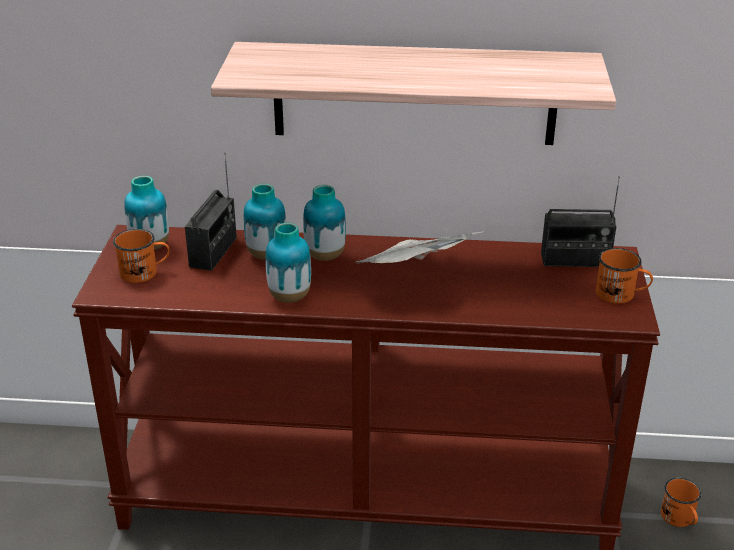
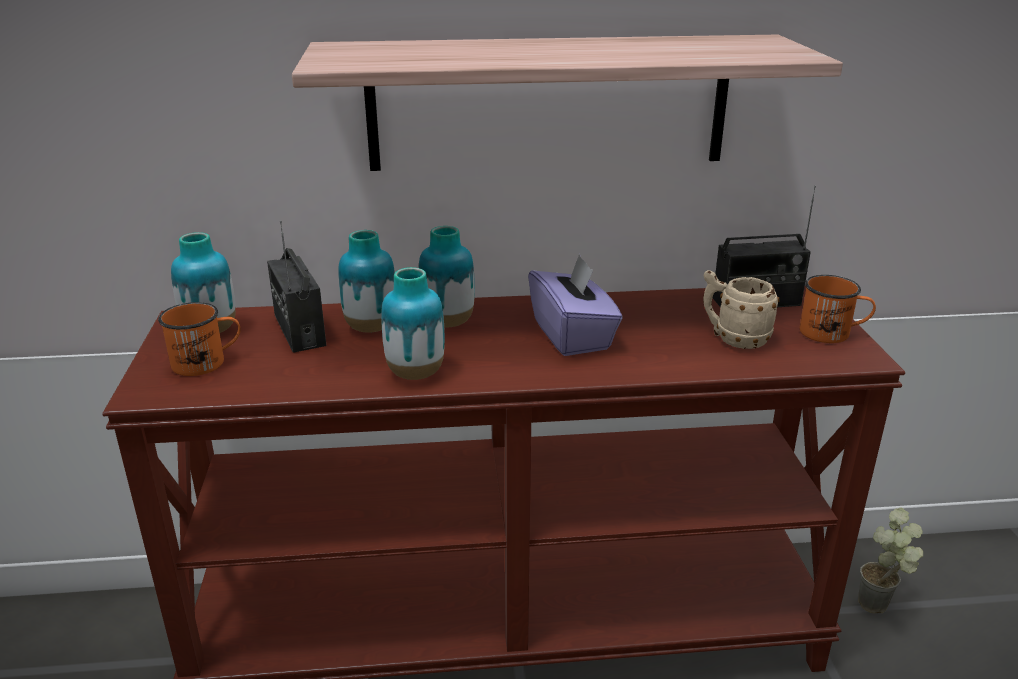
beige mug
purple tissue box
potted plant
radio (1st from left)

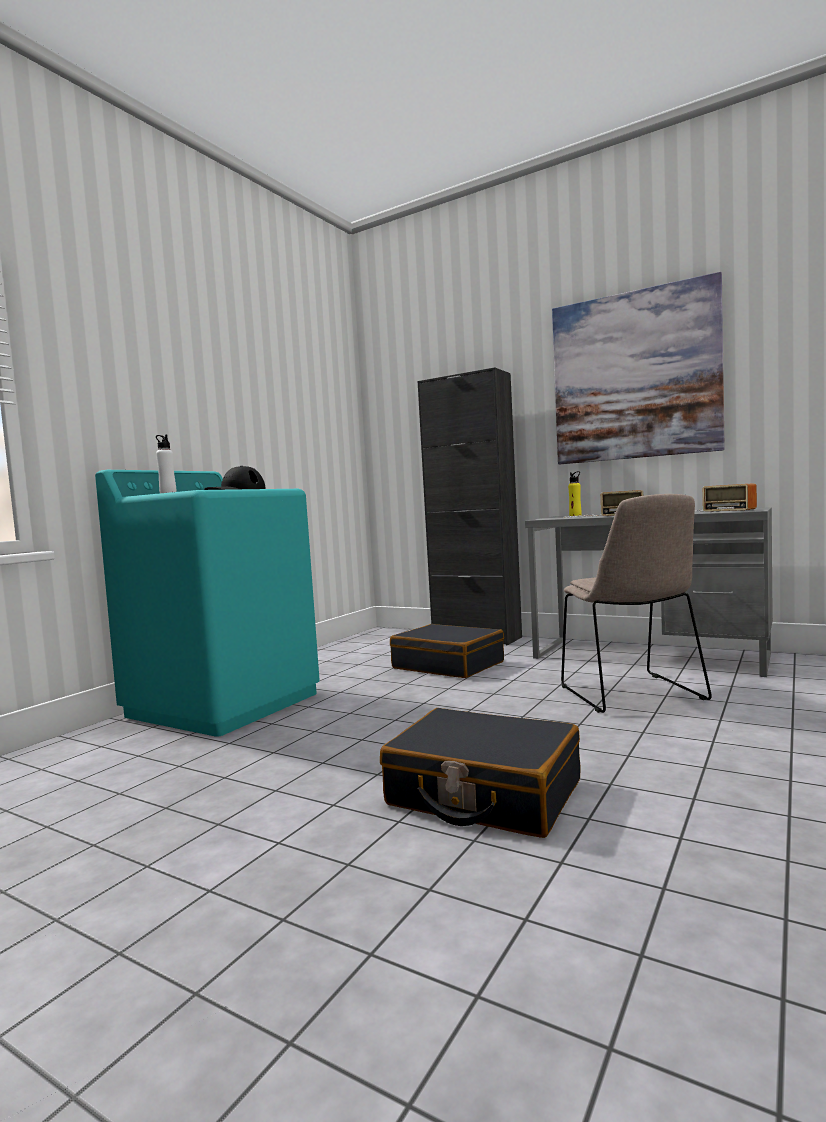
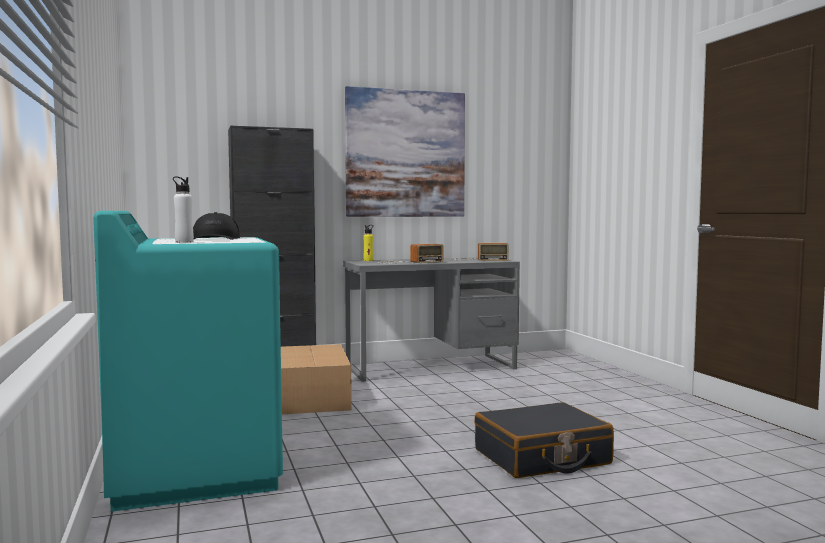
beige chair
cardboard box

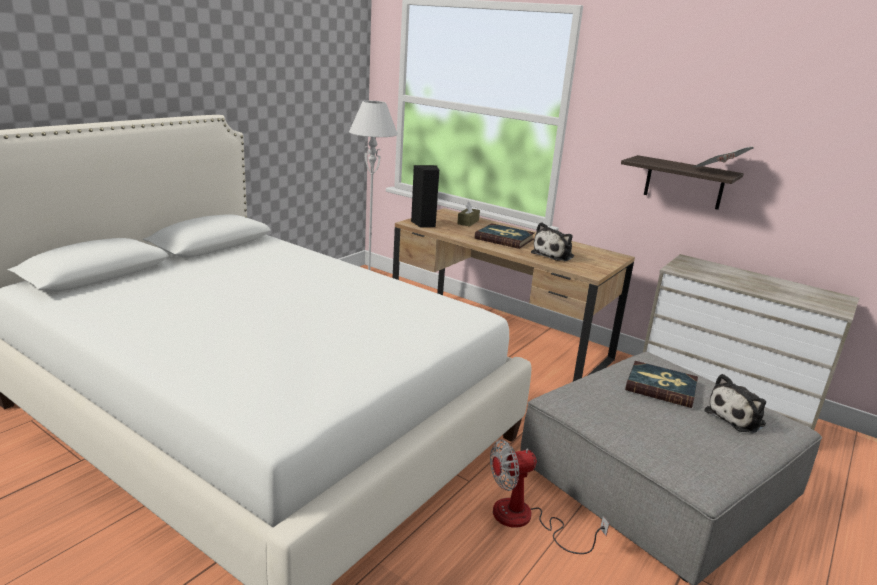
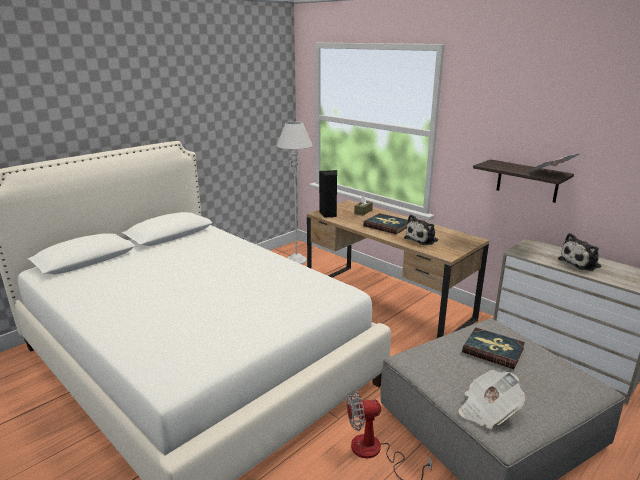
newspaper (1st from left)
plush toy (2nd from left)

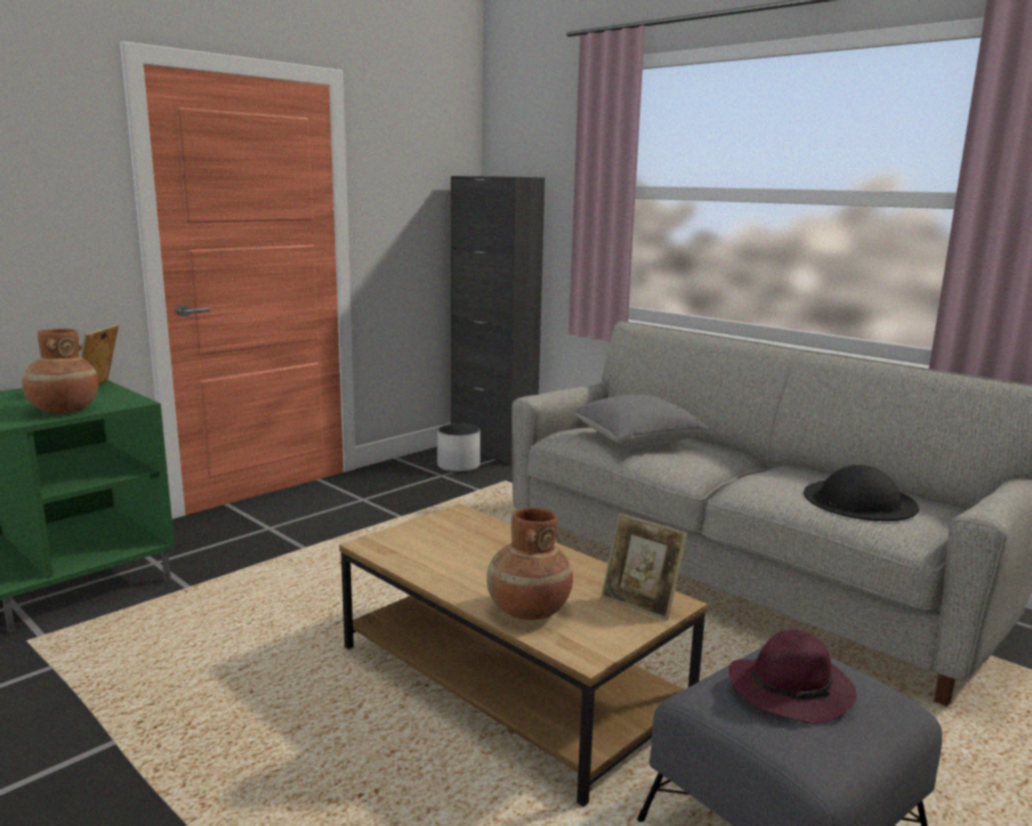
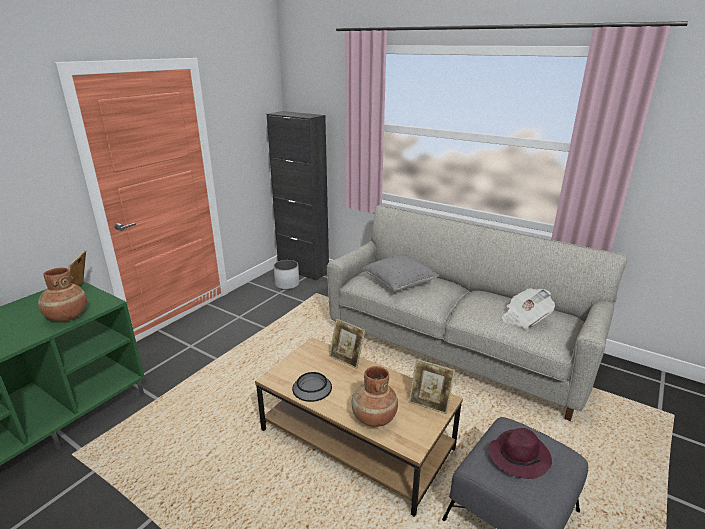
bowl
picture frame (2nd from left)
newspaper

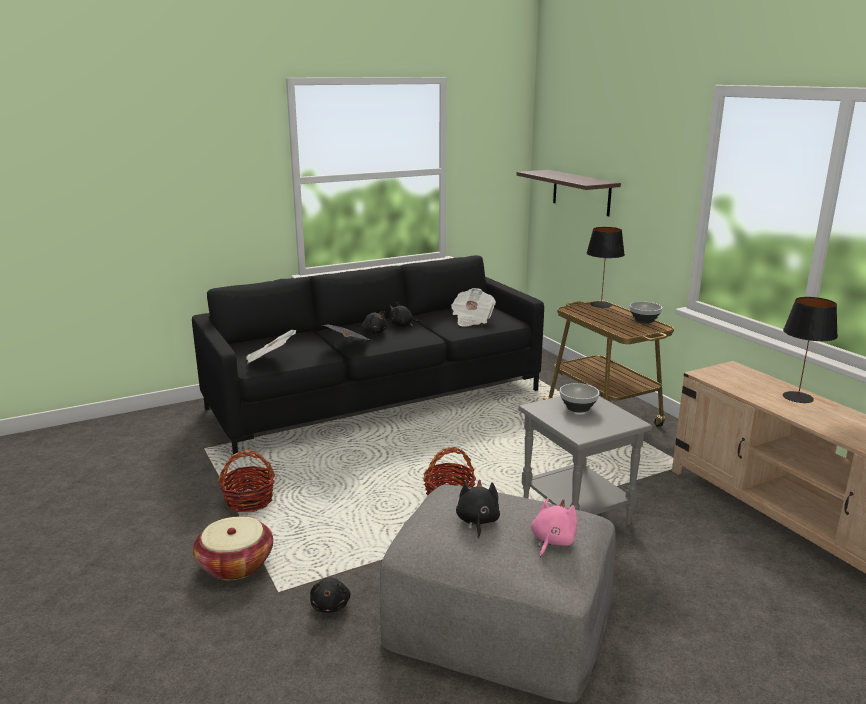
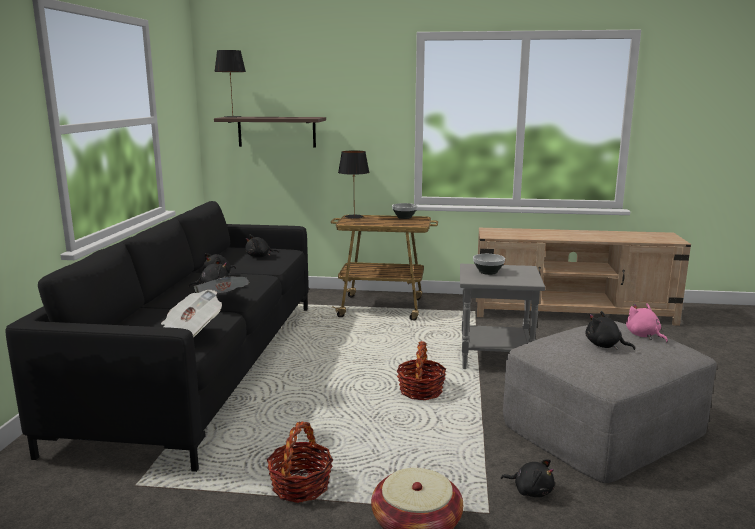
black table lamp (1st from left)
black plush toy (3rd from left)

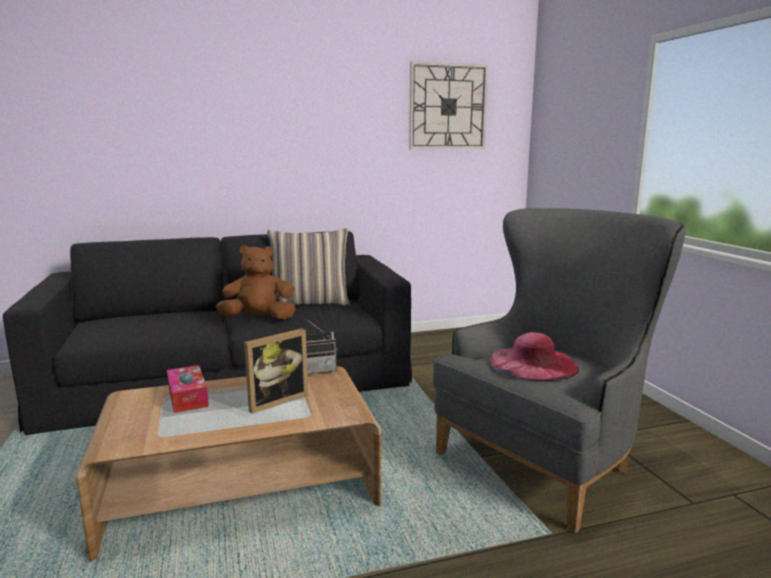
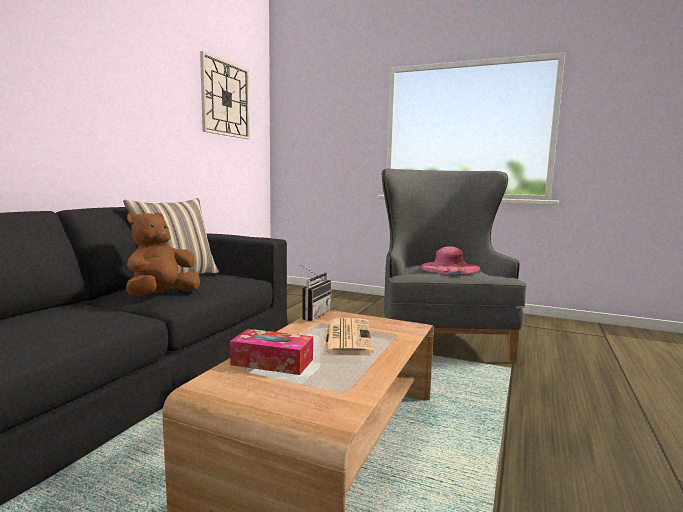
newspaper

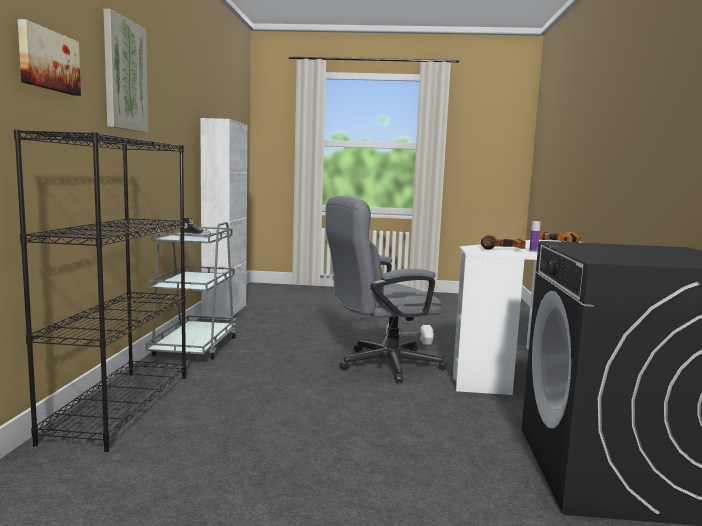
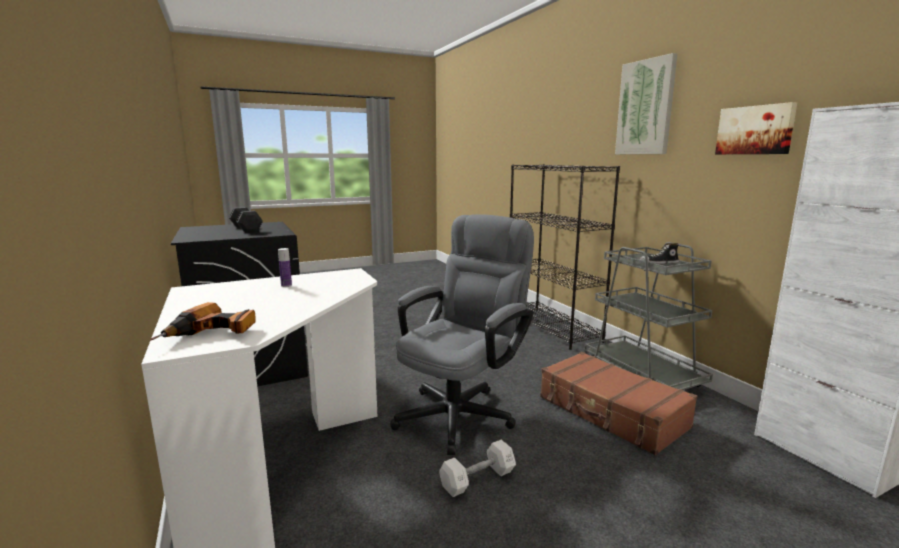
power drill (1st from left in the first image)
black dumbbell
brown suitcase
picture (2nd from left)

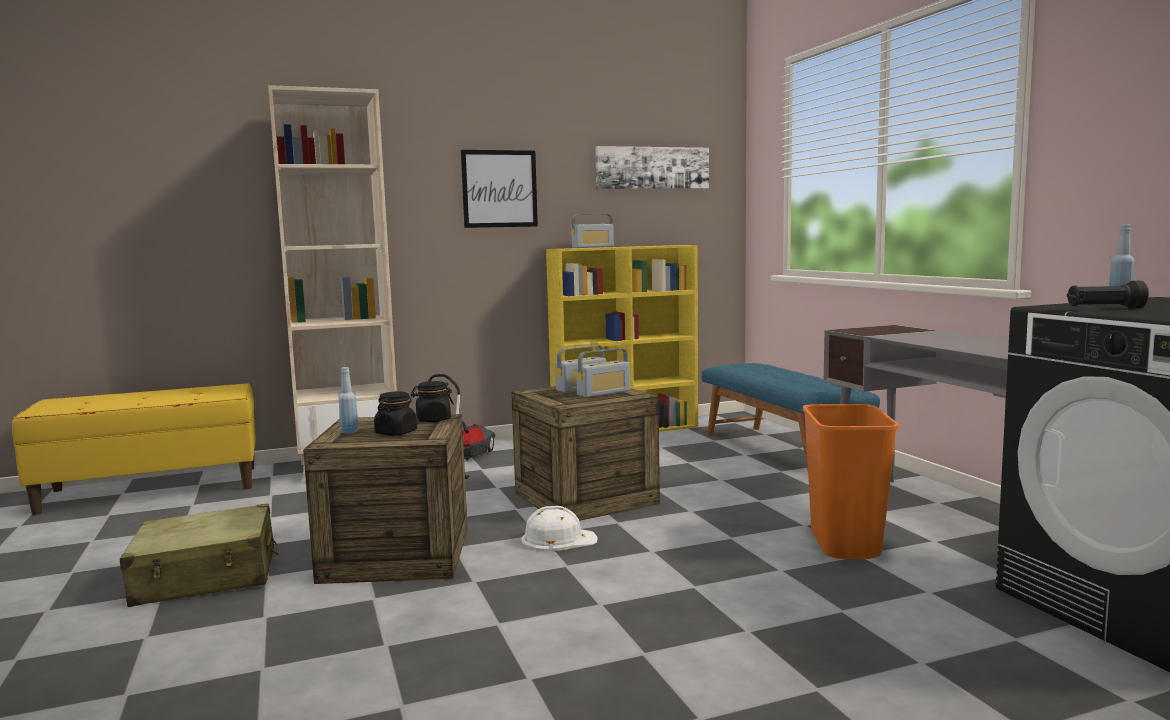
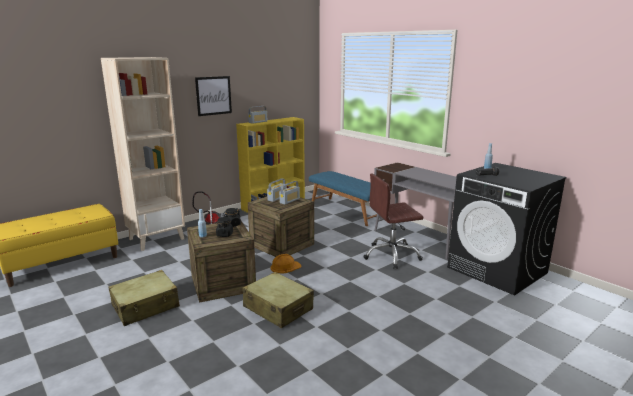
picture (2nd from left in the first image)
beige suitcase (2nd from left)
brown office chair
orange hard hat

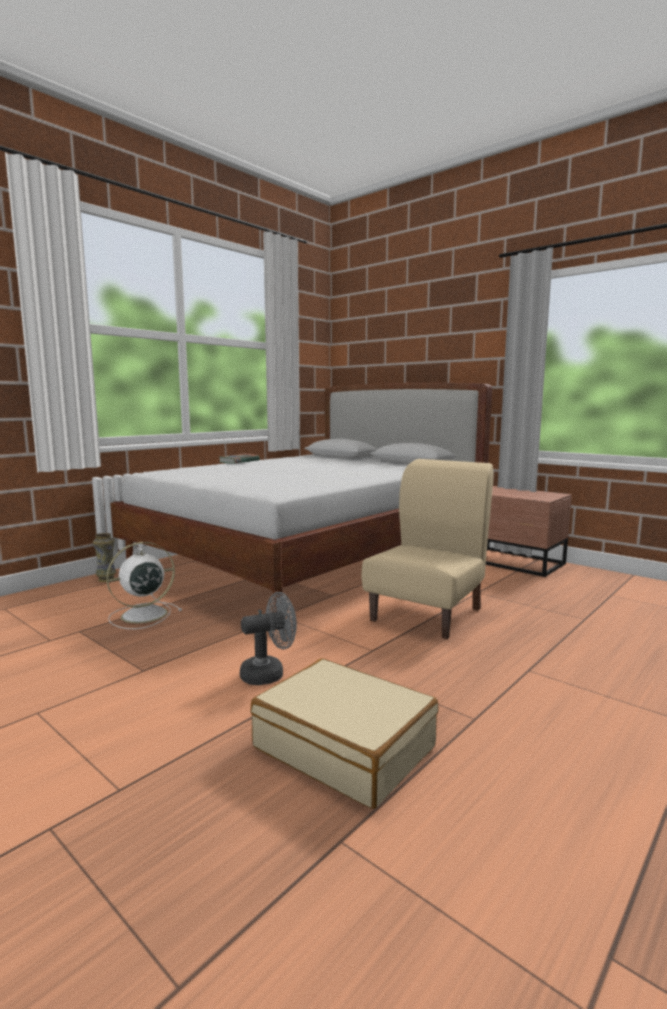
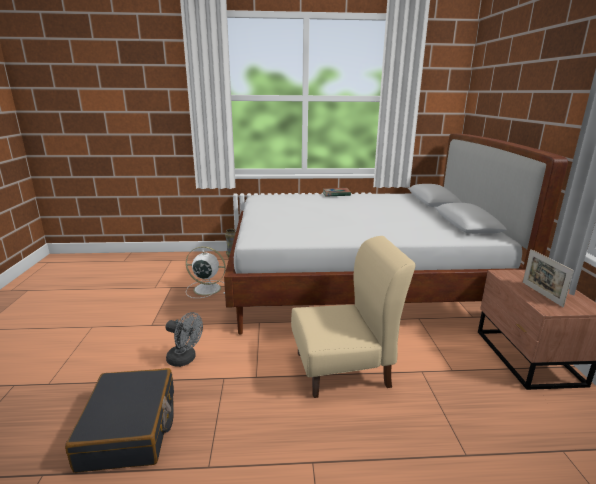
picture frame
black suitcase

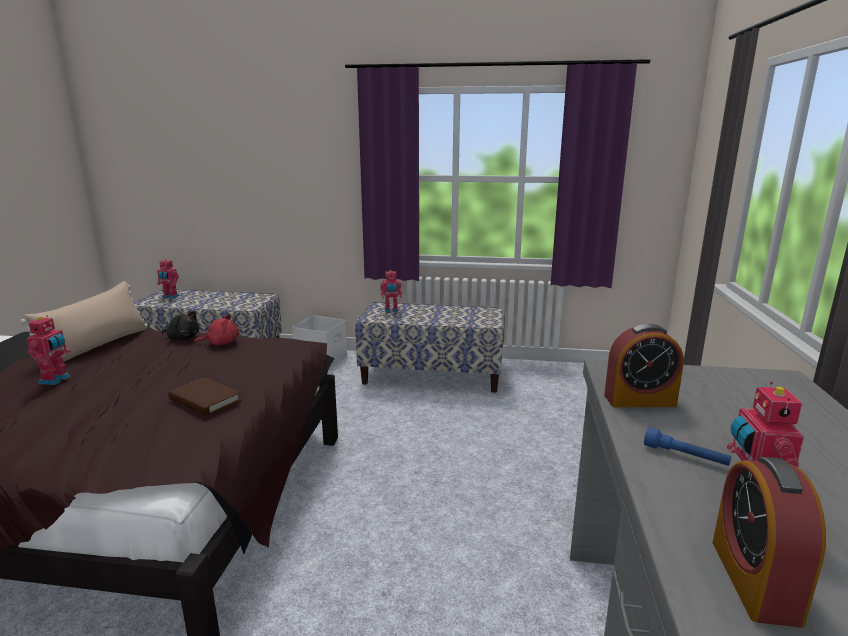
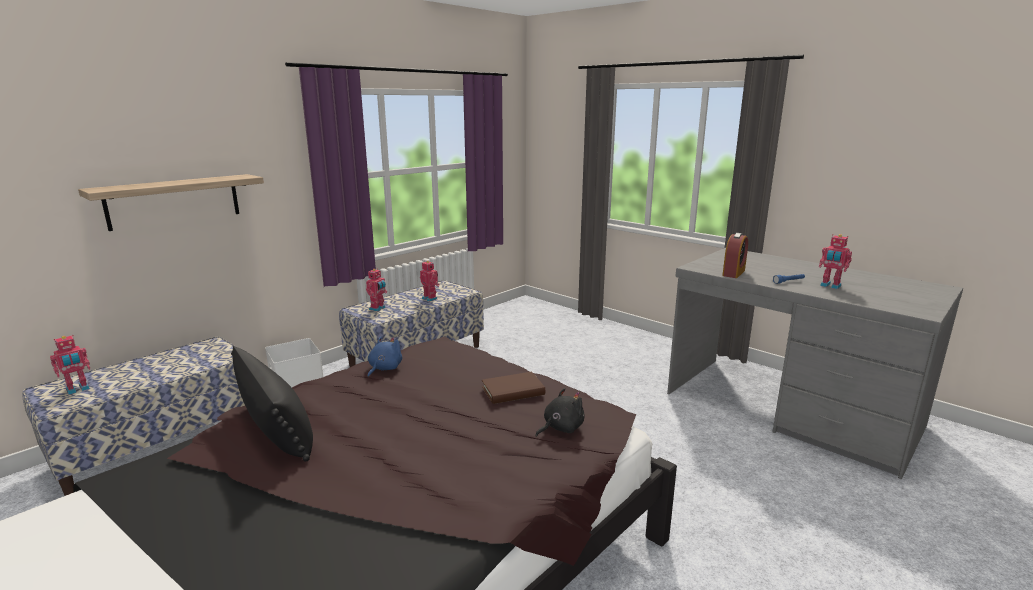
alarm clock (2nd from left in the first image)
shelf
toy robot (3rd from left)
black plush toy
black pillow
blue plush toy

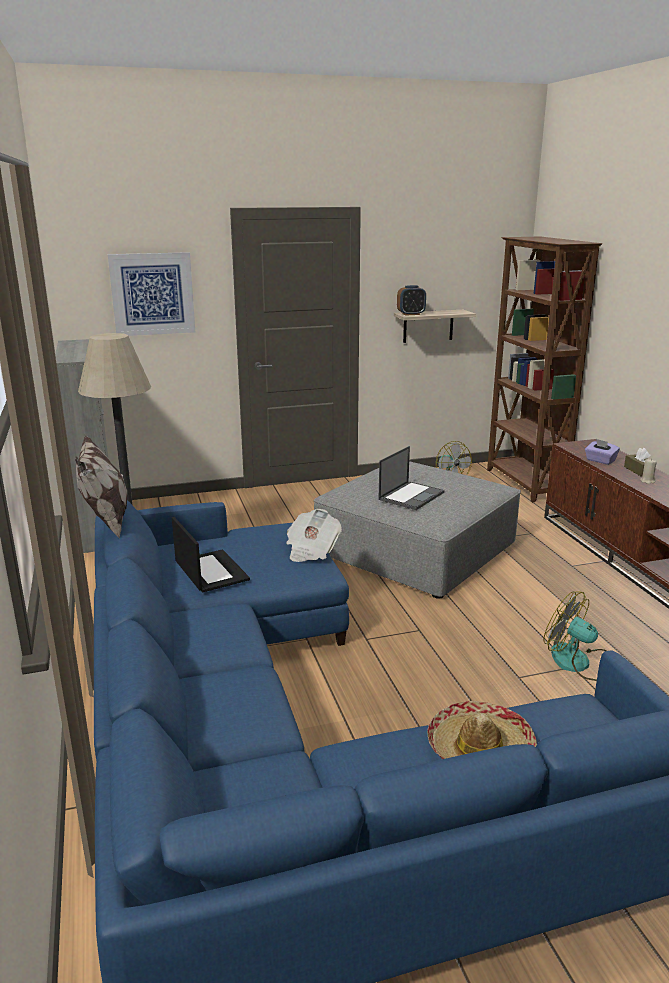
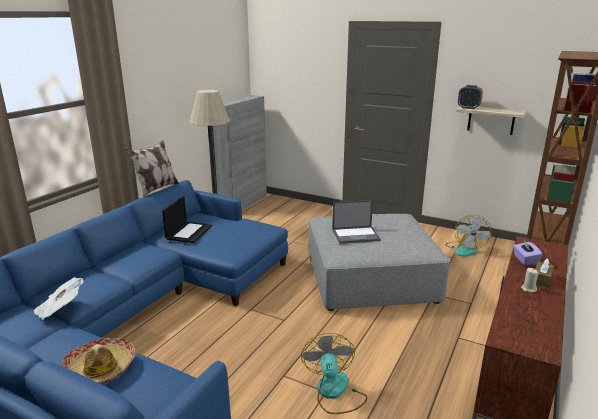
picture
newspaper

